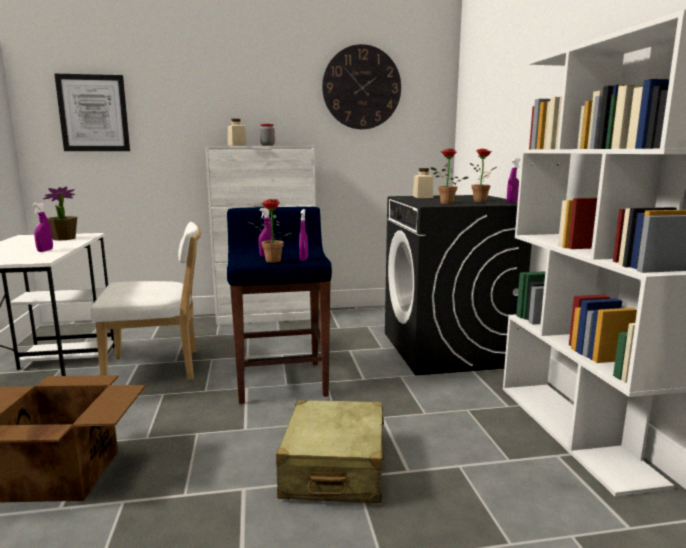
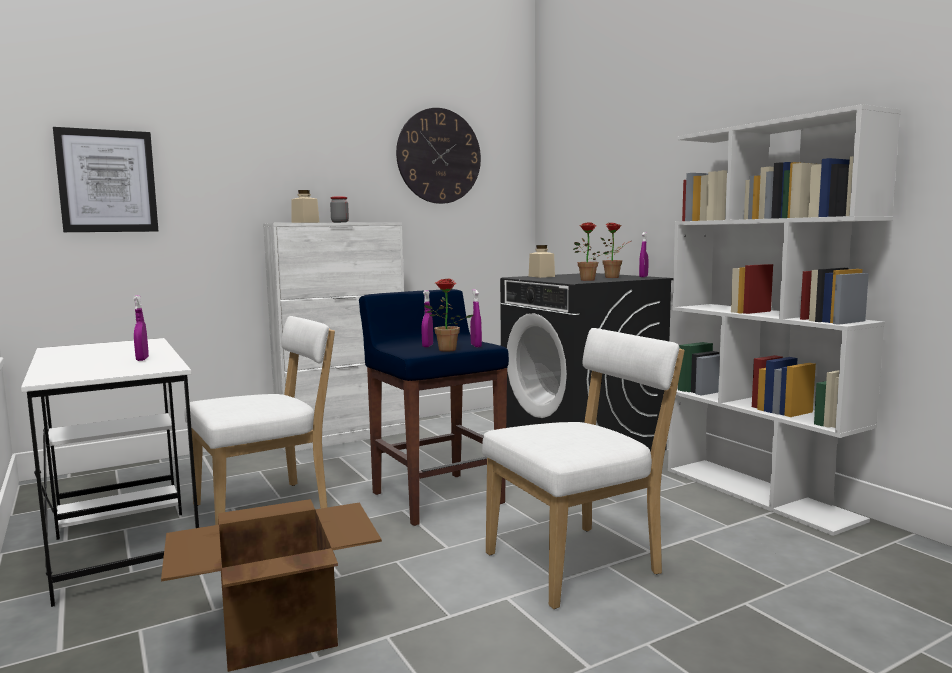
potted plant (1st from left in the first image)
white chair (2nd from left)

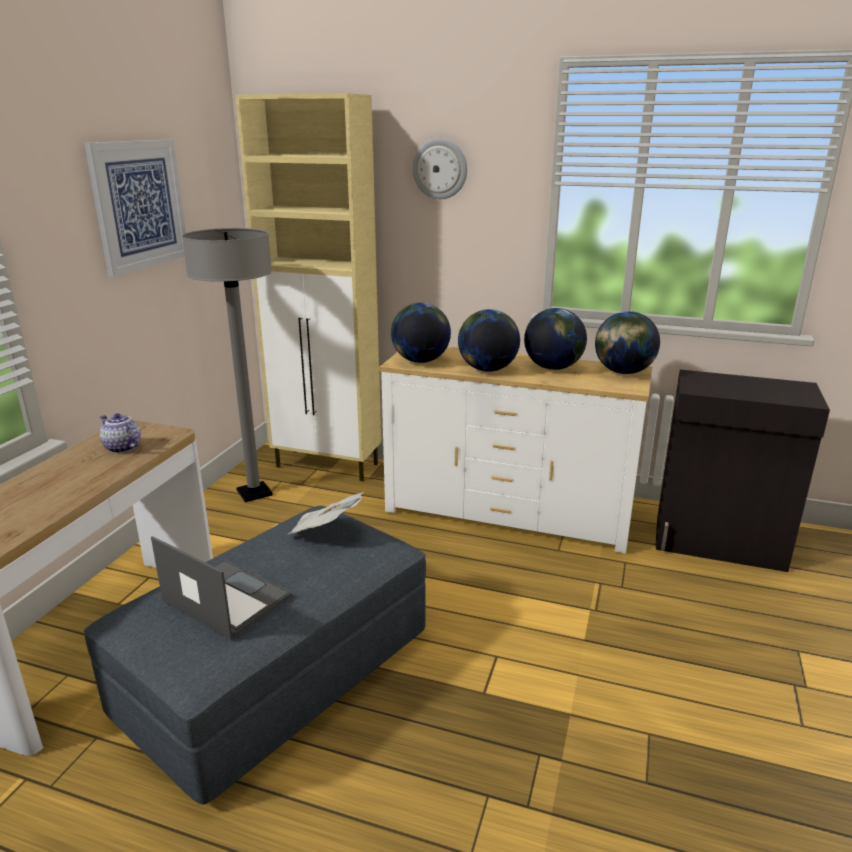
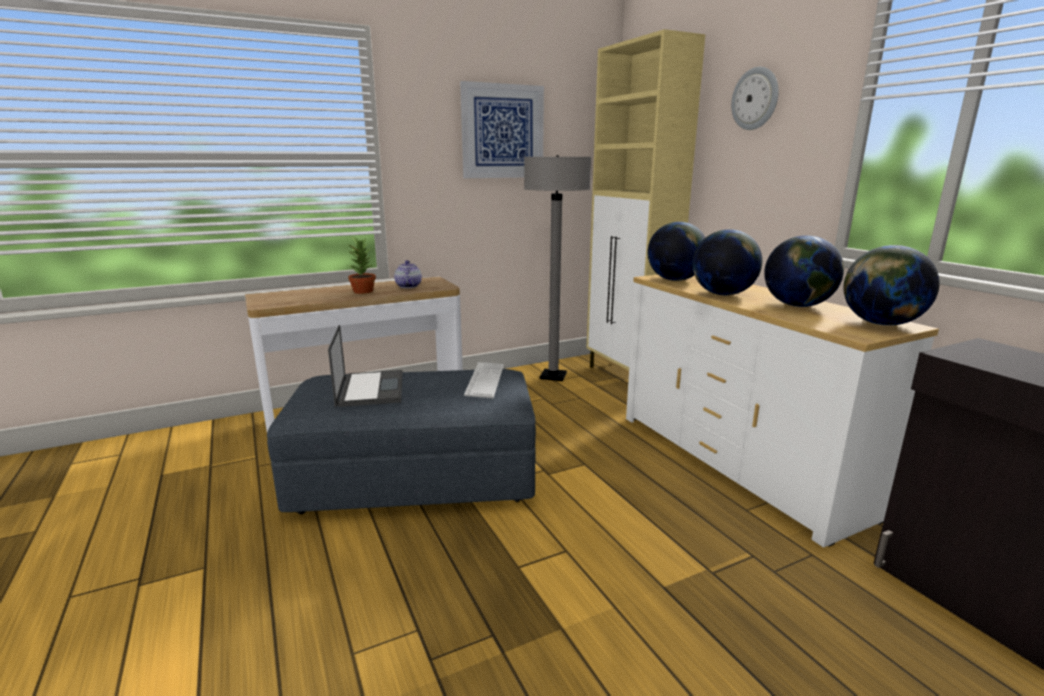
potted plant
keyboard

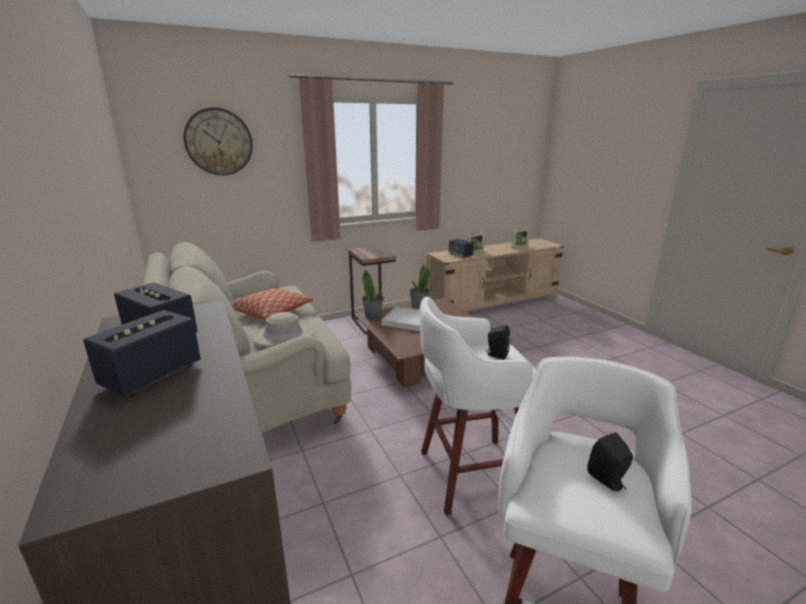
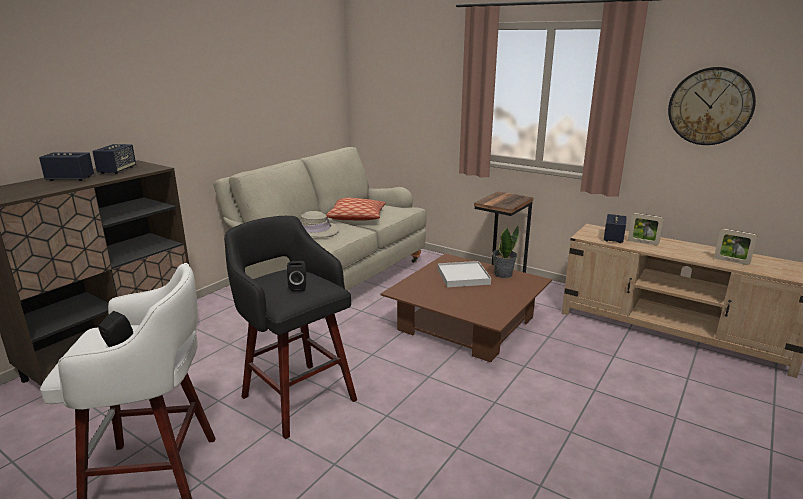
potted plant (1st from left in the first image)
wall clock
black stool

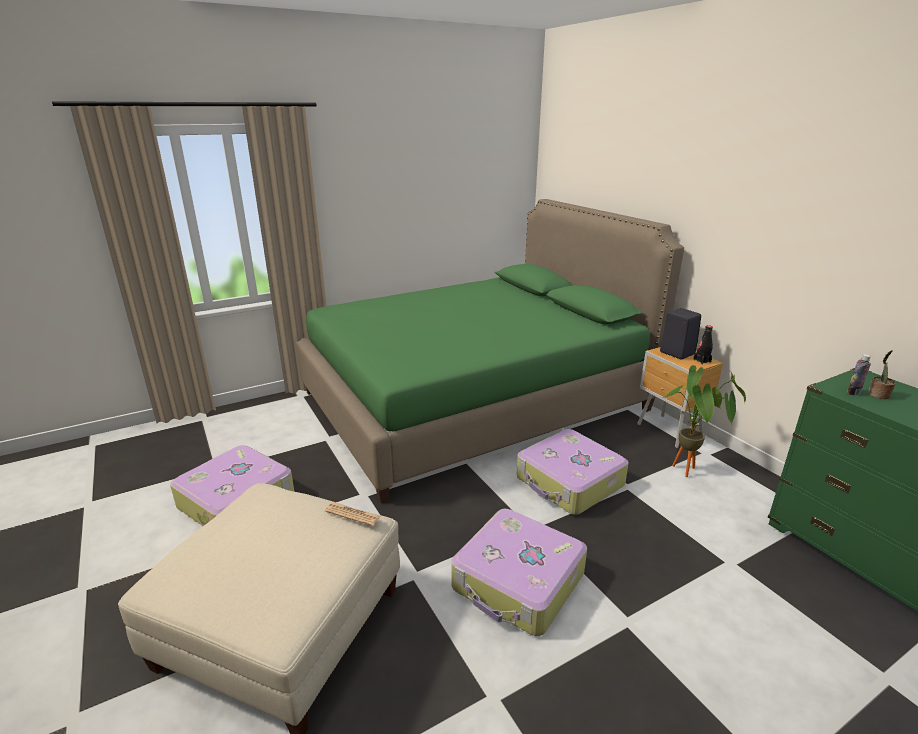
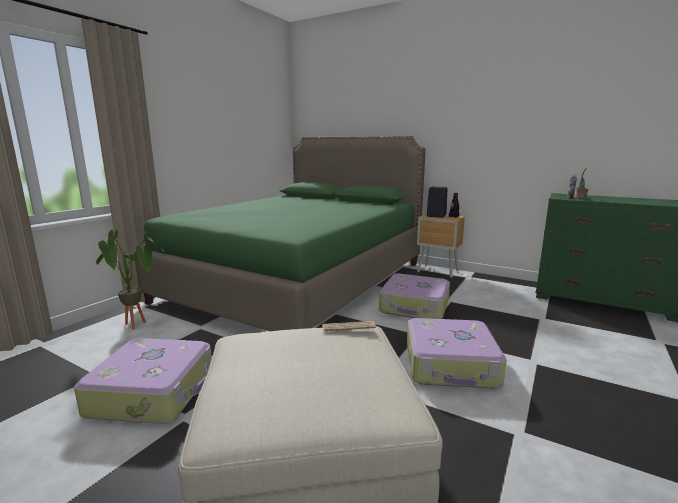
potted plant (1st from left)

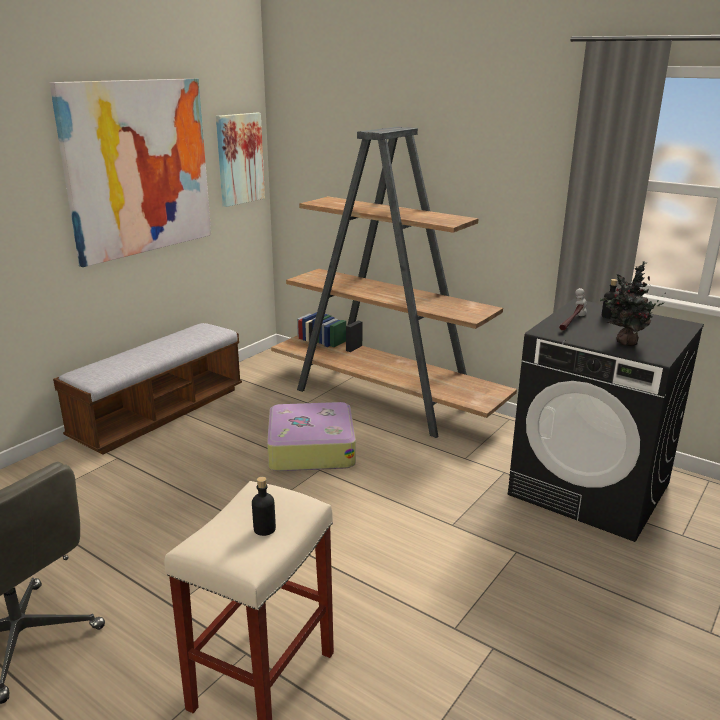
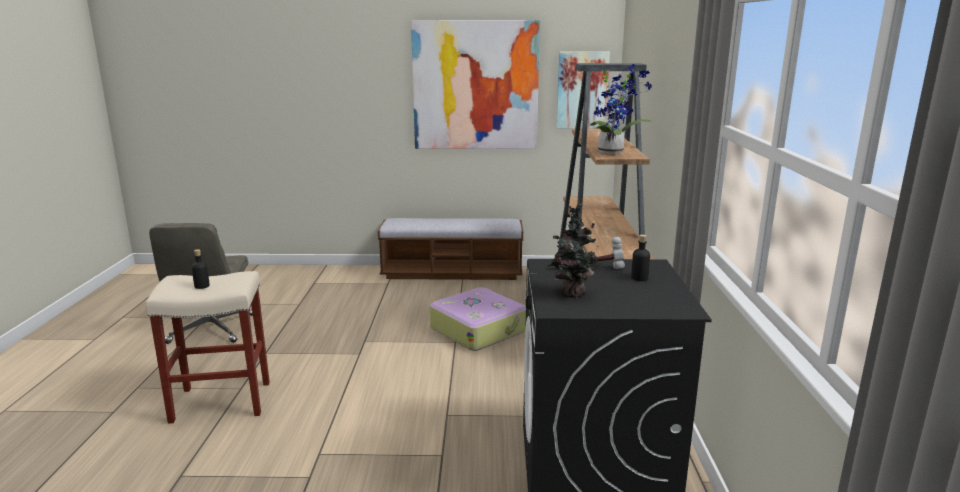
potted plant (2nd from left)

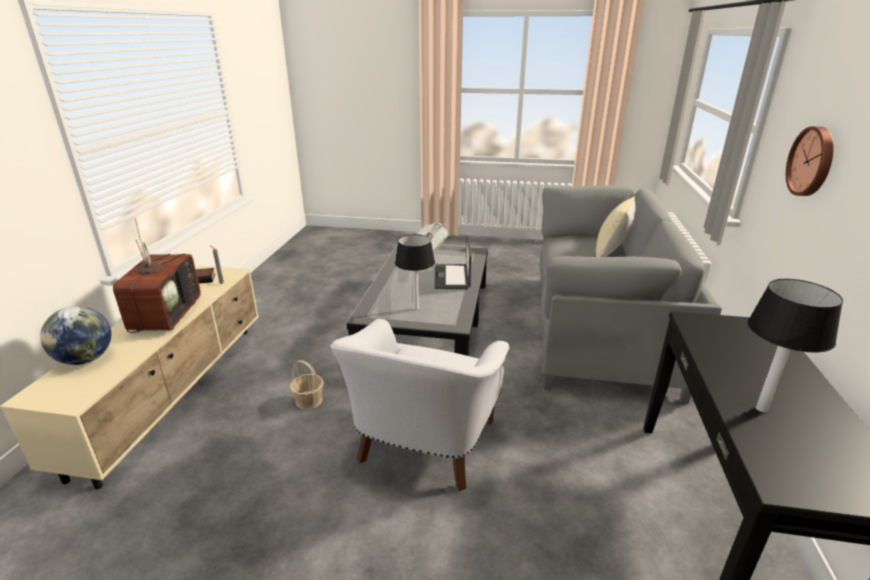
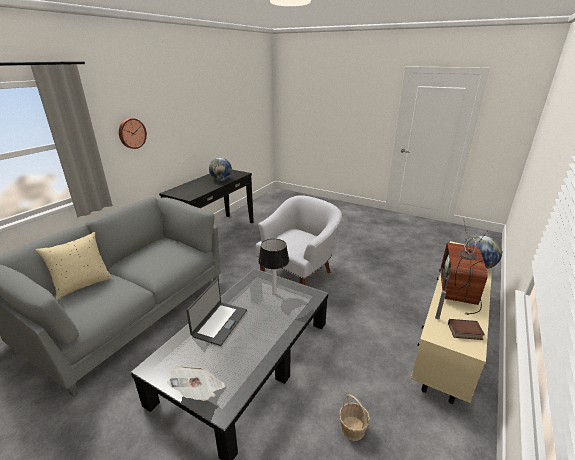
basket
globe (1st from left)

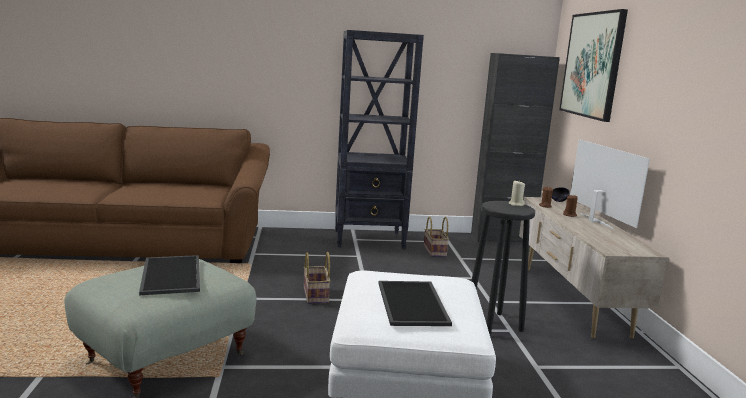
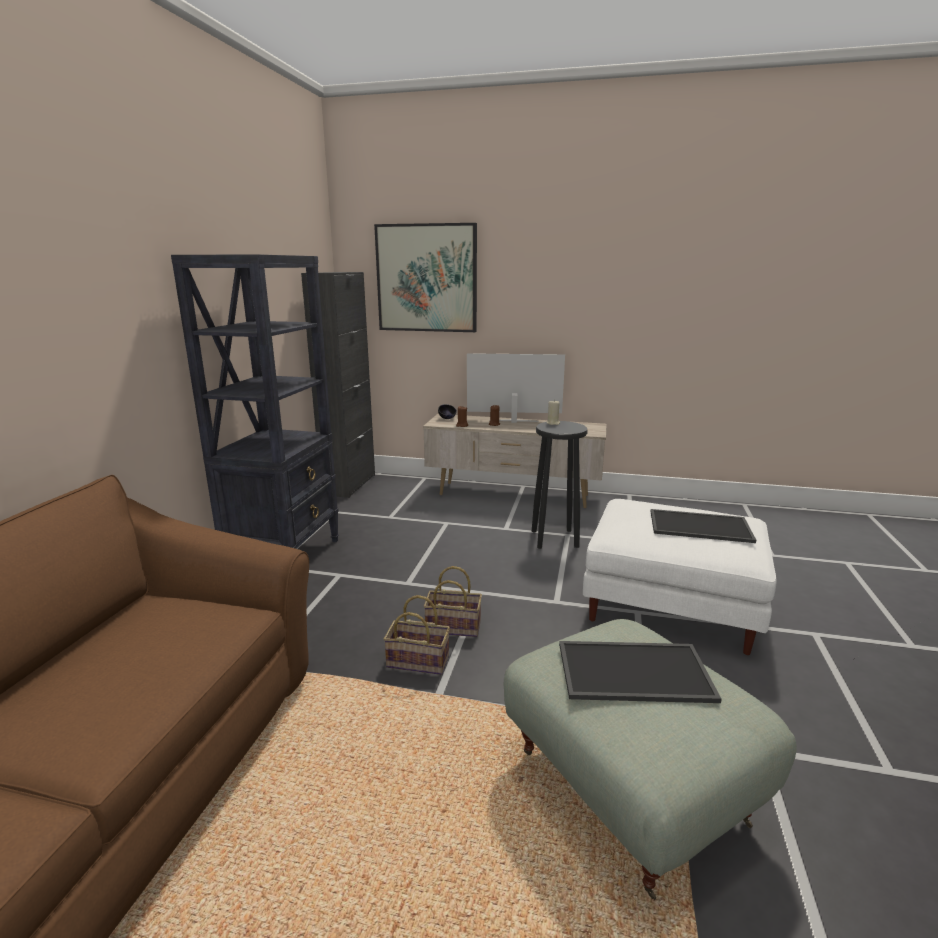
basket (1st from left)

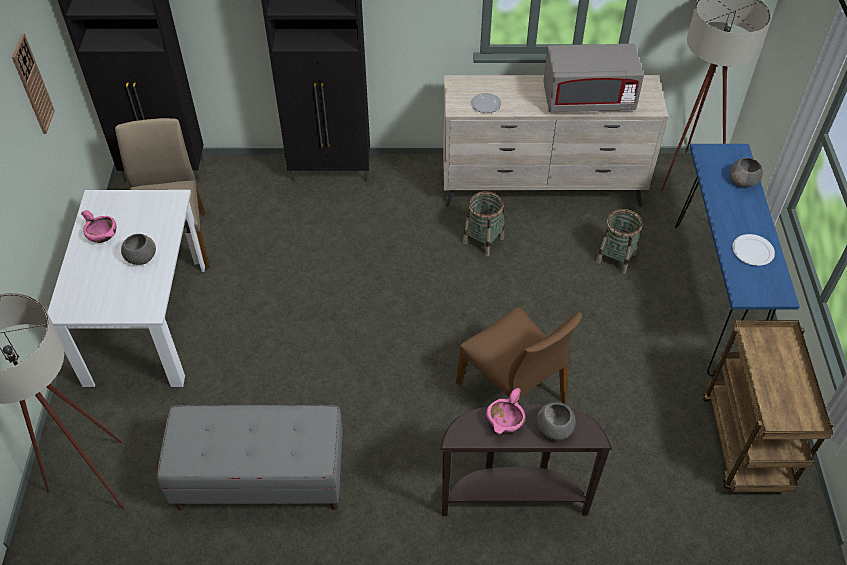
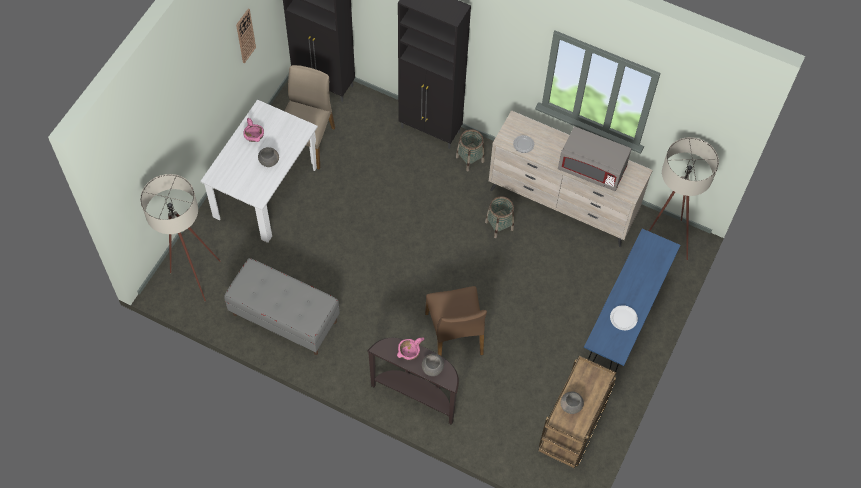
basket (1st from left)
grey bowl (3rd from left)

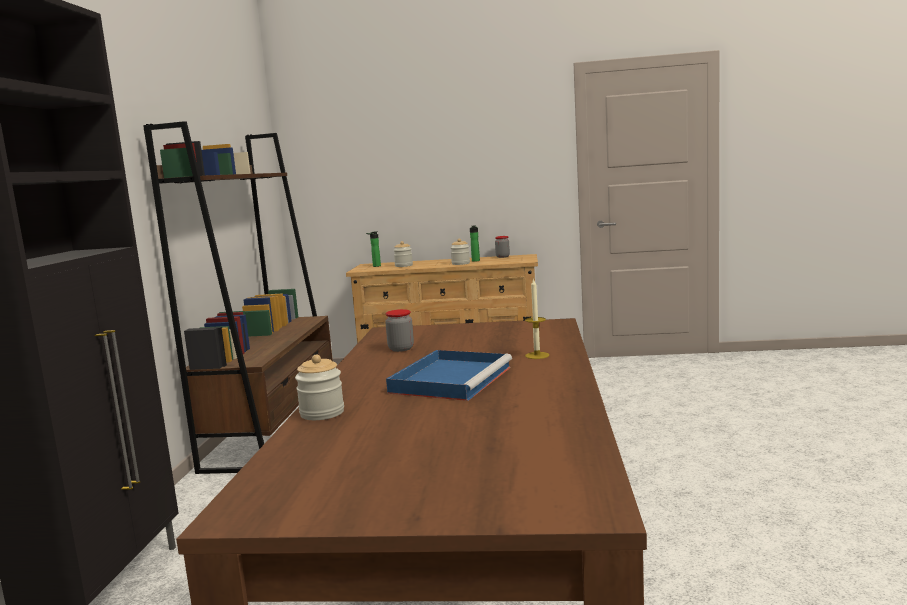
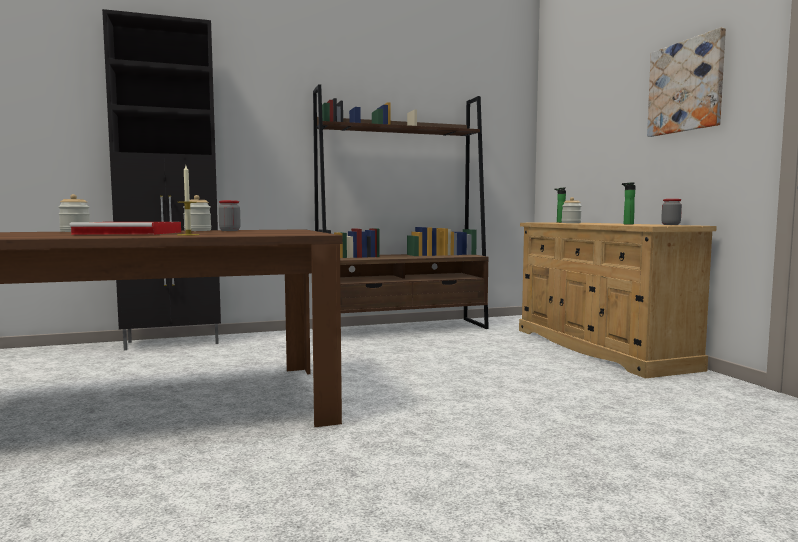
picture
jar (2nd from left)
red tray

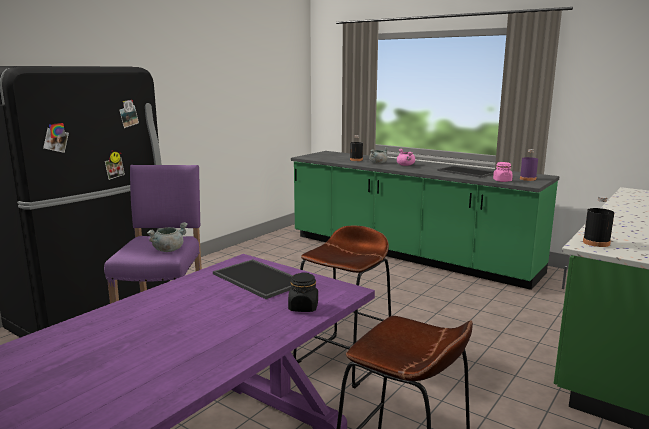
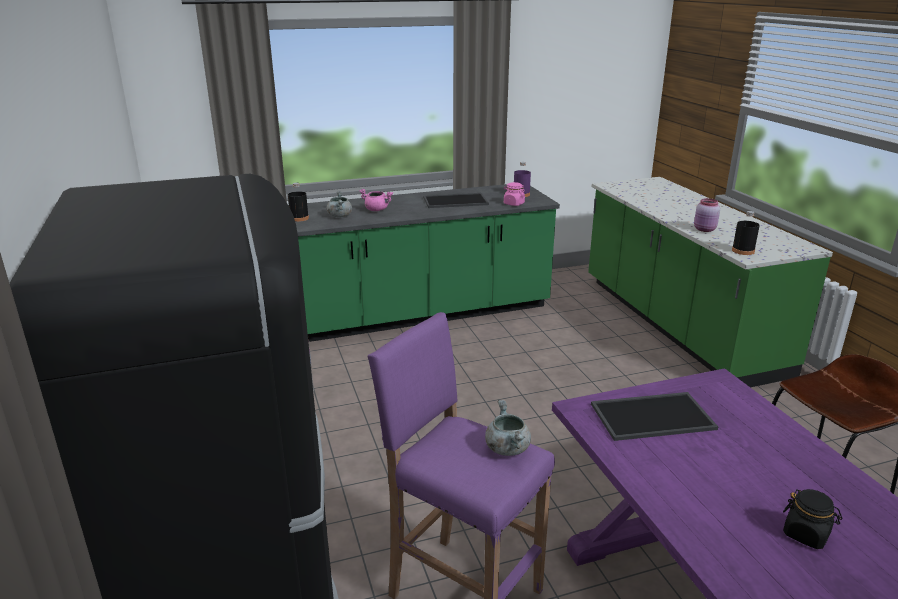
brown stool (1st from left in the first image)
pink jar (2nd from left)
black jar

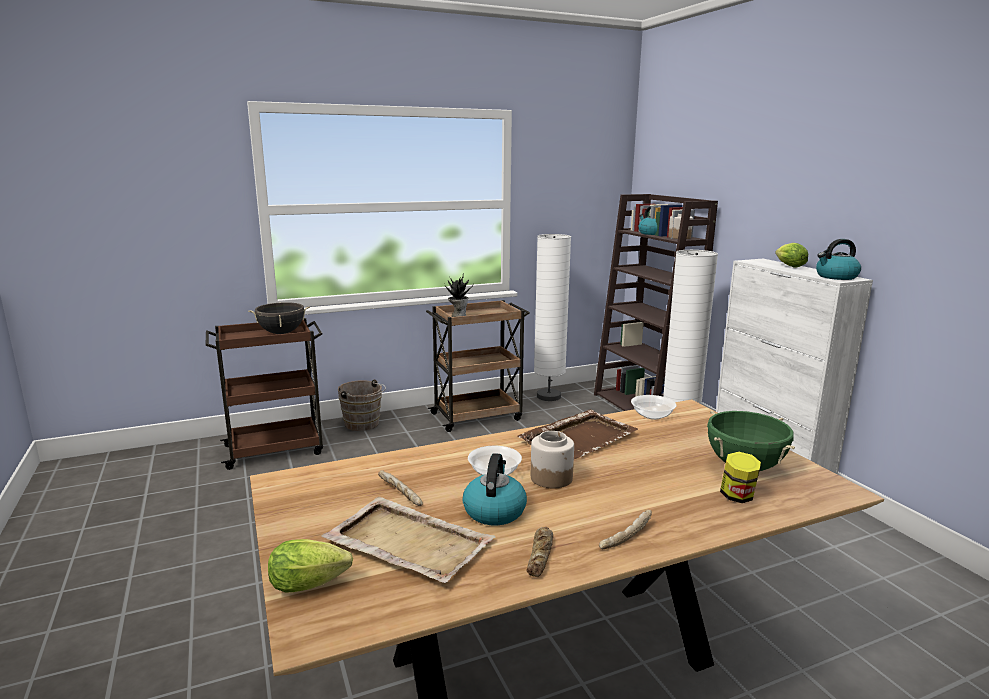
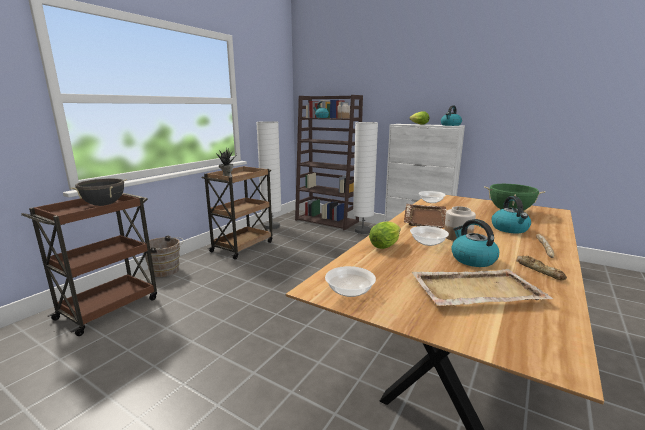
bread (1st from left in the first image)
jar (3rd from left in the first image)
bowl (1st from left)
kettle (4th from left)
lettuce (1st from left)

